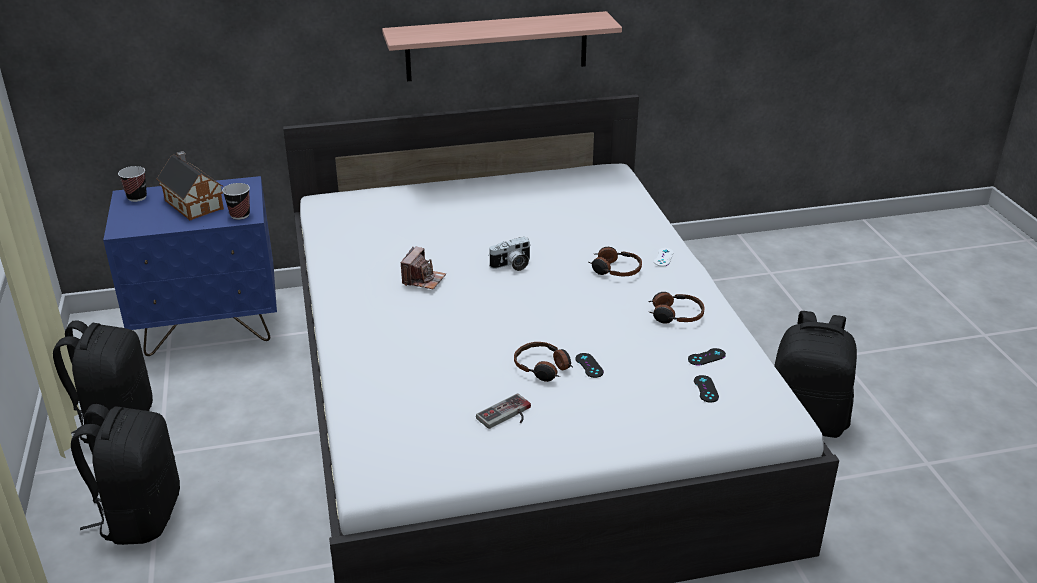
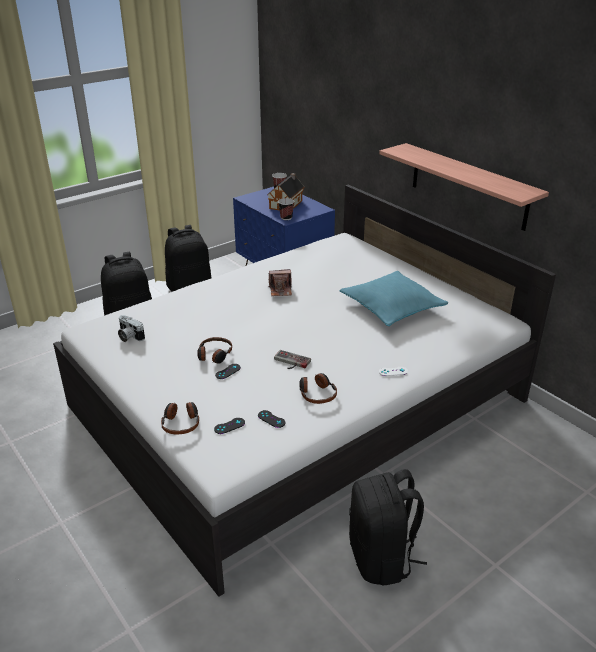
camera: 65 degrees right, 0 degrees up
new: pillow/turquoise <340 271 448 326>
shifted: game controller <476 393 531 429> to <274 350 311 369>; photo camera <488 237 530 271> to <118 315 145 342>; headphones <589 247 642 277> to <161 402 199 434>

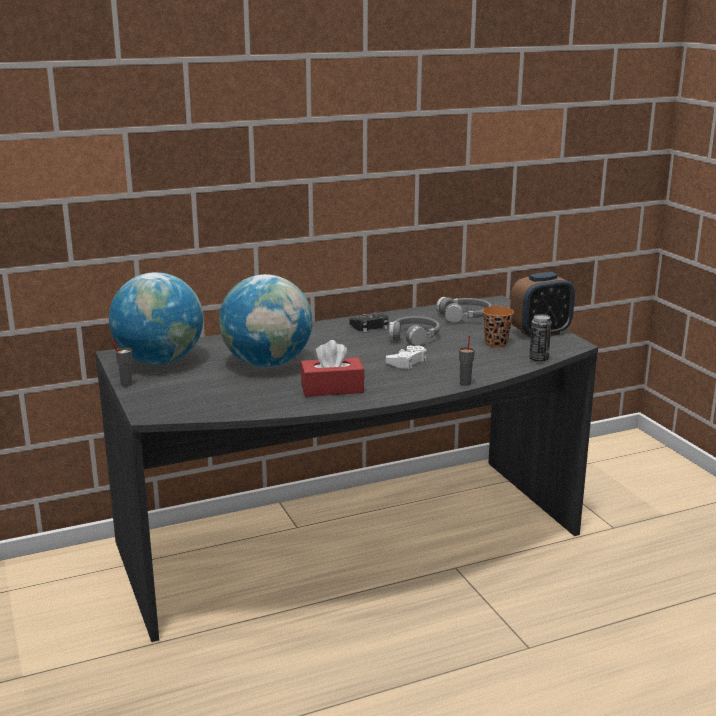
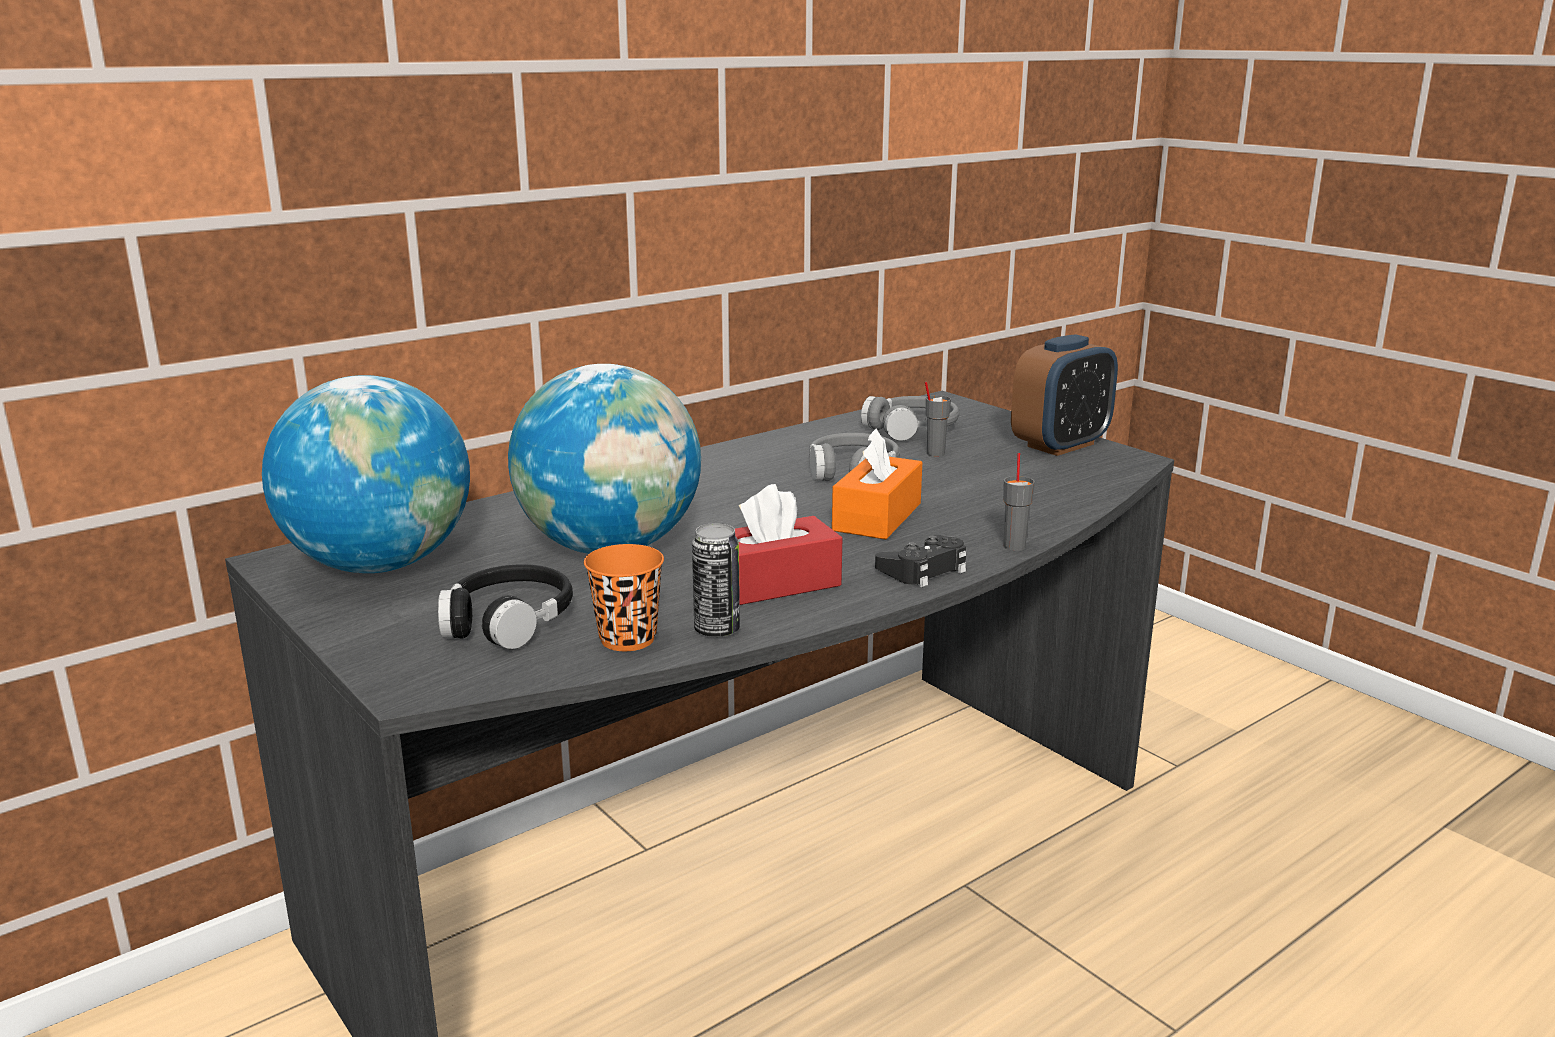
camera: 15 degrees left, 0 degrees up
new: headphones/black <438 564 573 649>
shifted: cup/grey <112 340 132 387> to <925 382 951 457>; game controller/black <349 313 388 332> to <875 535 967 587>; cup/orange <482 306 514 347> to <584 544 664 651>; can <529 314 551 362> to <692 523 740 637>
swapped: game controller/white <386 346 427 370> to tissue box/orange <832 429 922 540>

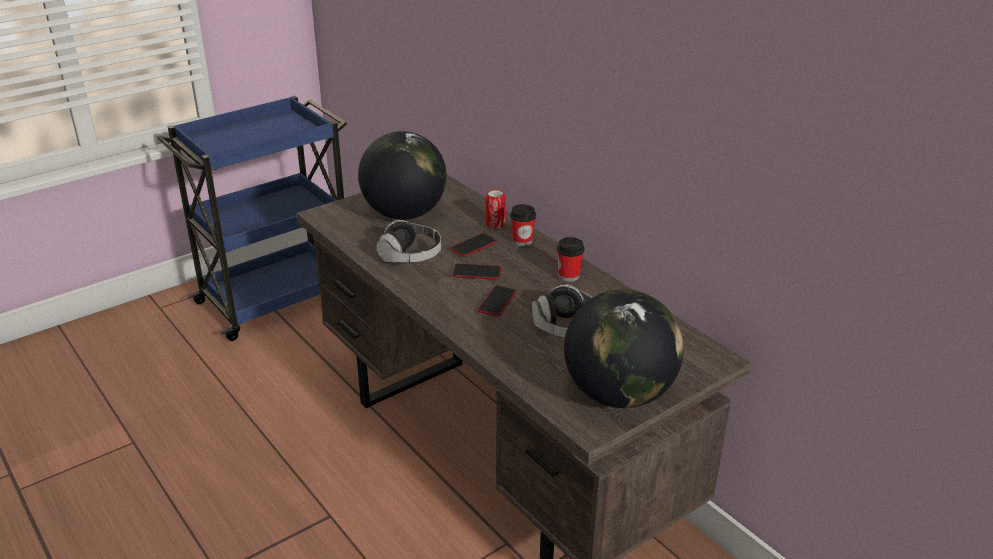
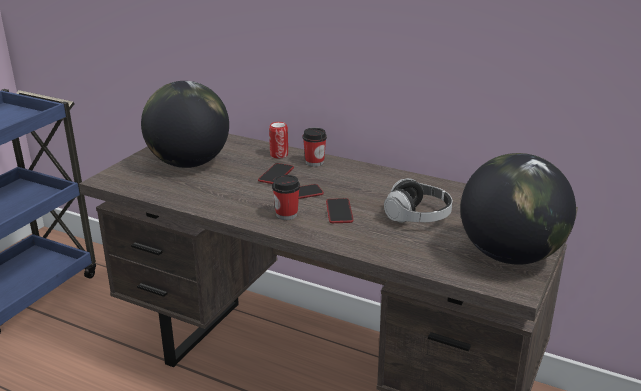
camera: 25 degrees left, 5 degrees down
gone: headphones <377 220 441 263>
shifted: cup <557 237 584 282> to <272 175 300 220>

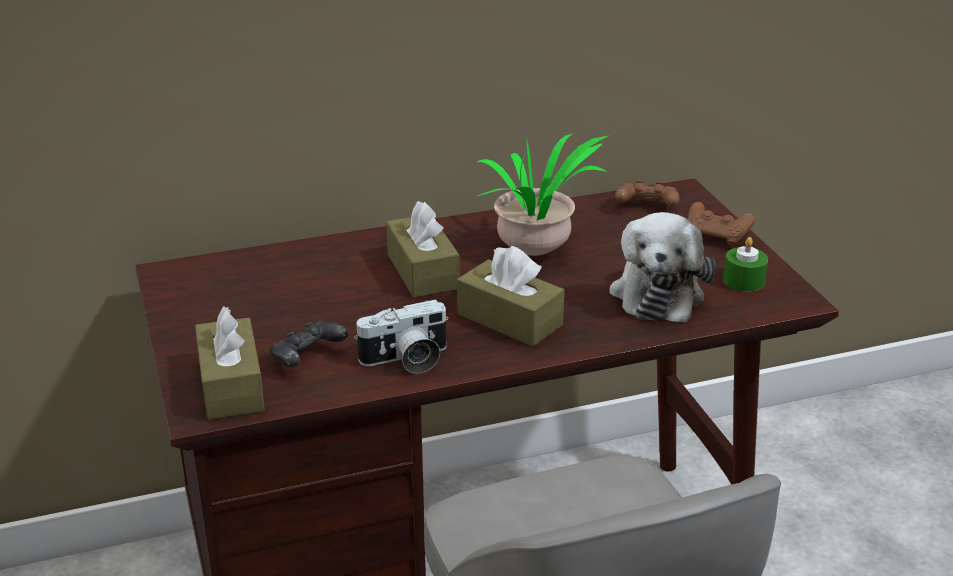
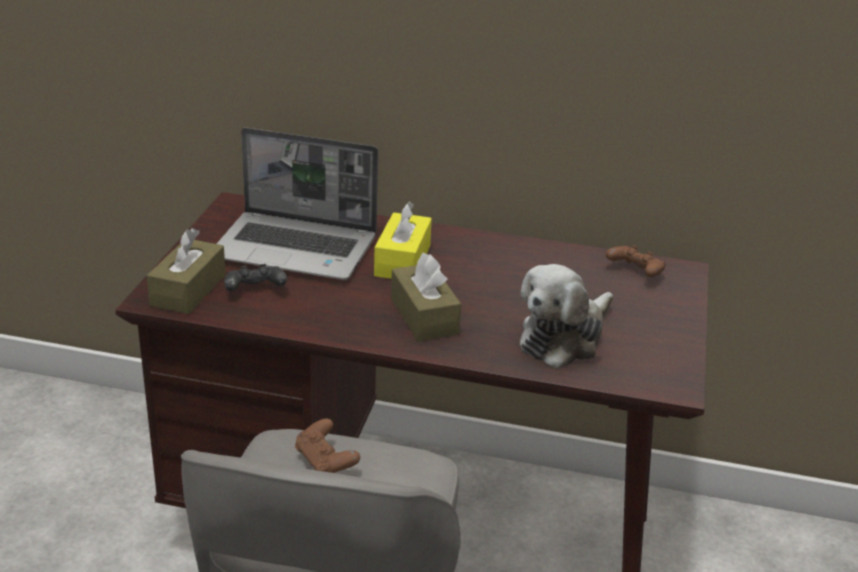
camera: 30 degrees right, 0 degrees up
gone: photo camera <354 299 449 374>; potted plant <476 134 609 256>; candle/green <723 237 768 291>
new: laptop <217 127 378 280>
shifted: game controller/brown <688 202 755 247> to <295 418 360 473>
repainted: tissue box/brown <386 201 460 297> to tissue box/yellow <374 202 432 279>

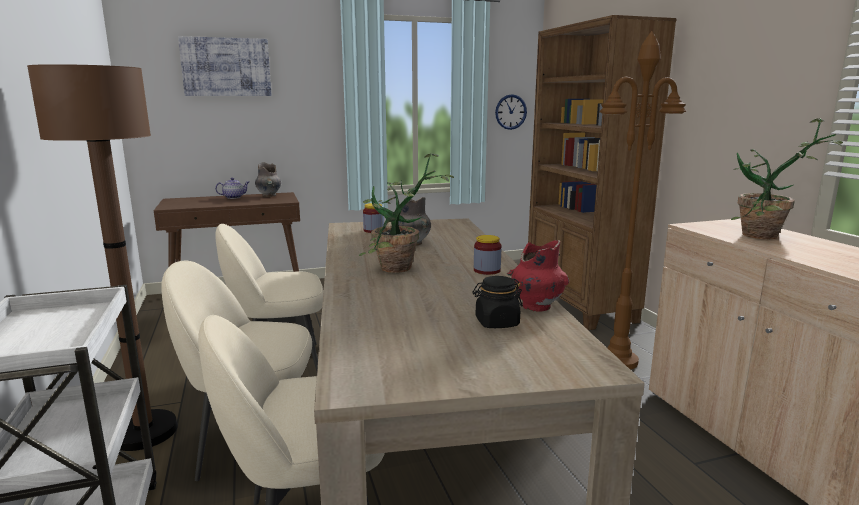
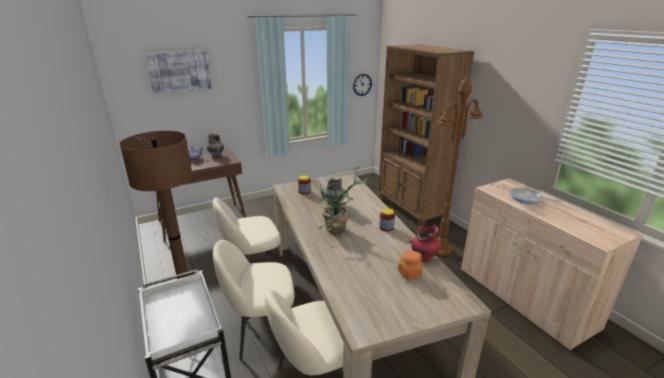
camera: 10 degrees left, 10 degrees up
swapped: potted plant <731 118 843 239> to frying pan <510 188 561 204>
repainted: jar/black <472 276 523 328> to jar/orange <398 250 423 280>

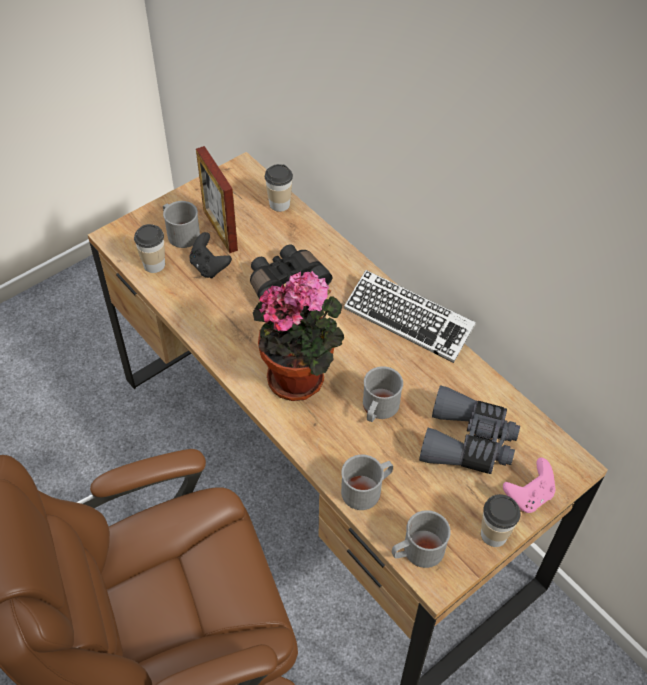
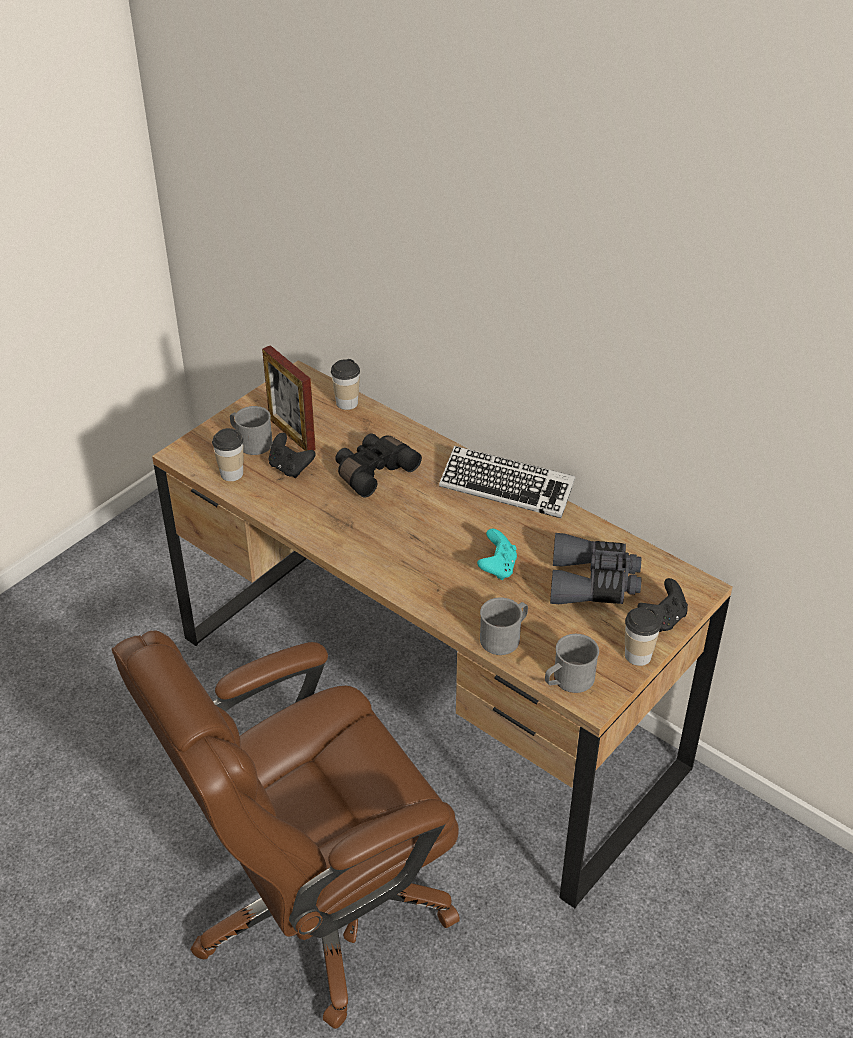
camera: 10 degrees left, 10 degrees down
gone: potted plant <253 271 344 401>
swapped: mug/grey <363 366 403 422> to game controller/turquoise <477 529 517 580>
repainted: game controller/pink <503 458 556 513> to game controller/black <637 578 688 632>

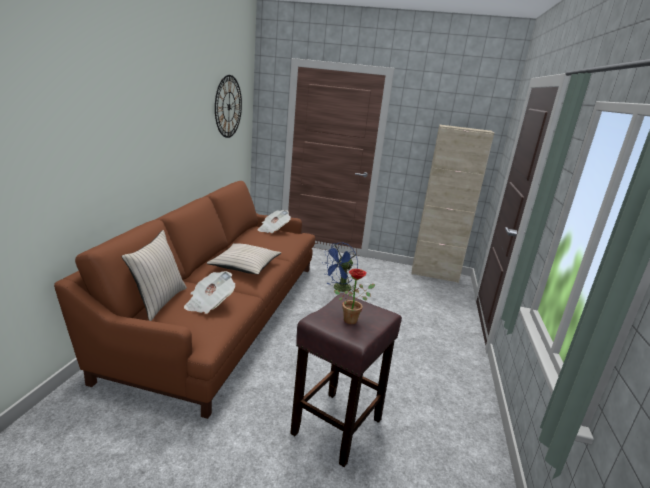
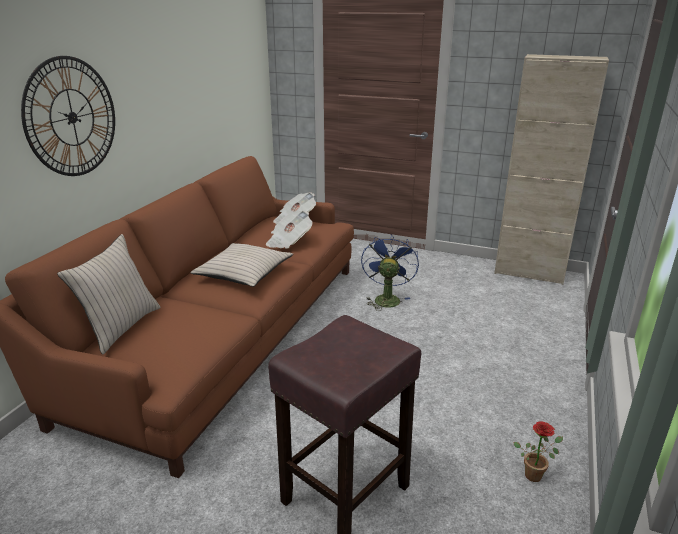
camera: 10 degrees right, 5 degrees up
shifted: newspaper <184 271 235 314> to <266 211 313 249>; wall clock <215 75 242 138> to <21 56 115 176>; potted plant <334 269 375 324> to <513 422 563 482>
rotated: fan/blue <322 243 358 295> = <361 234 419 311> 135 degrees clockwise

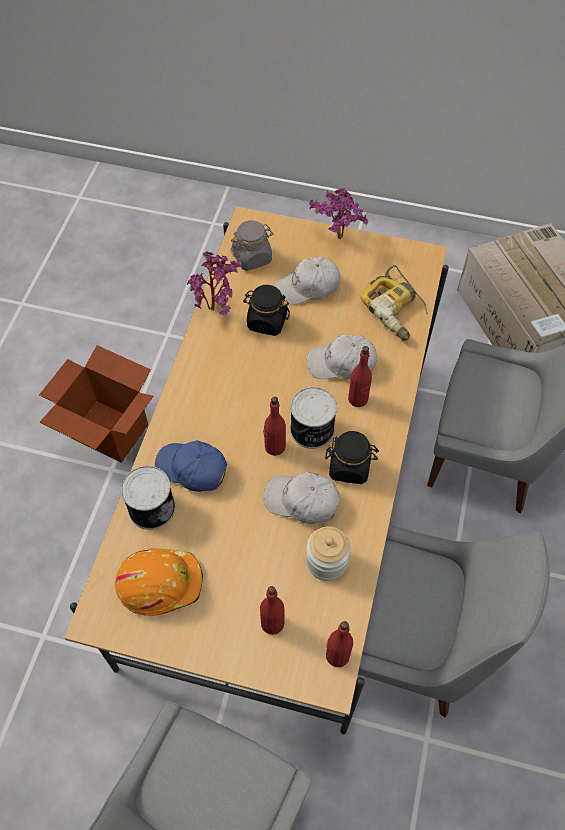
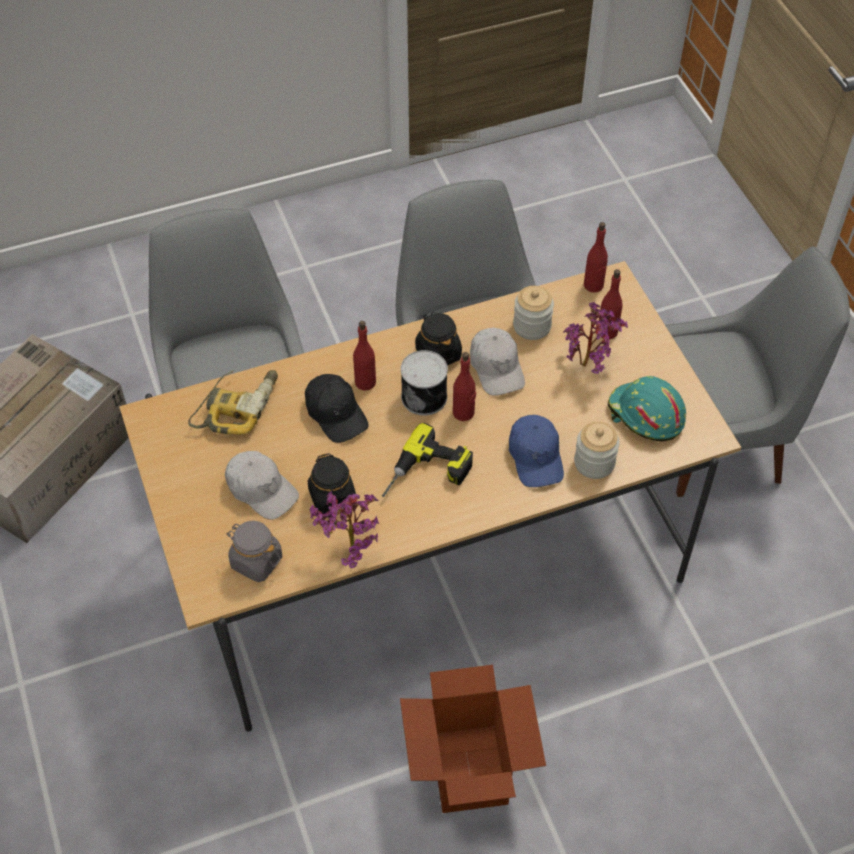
camera: 125 degrees left, 5 degrees down
new: power drill <382 423 473 497>
shifted: potted plant <309 188 368 239> to <563 302 628 374>
swapped: can <121 466 175 530> to jar <574 422 620 479>
repainted: hard hat/orange <115 548 203 616> to hard hat/turquoise <608 376 686 441>; cap/white <307 334 377 379> to cap/black <305 374 369 443>

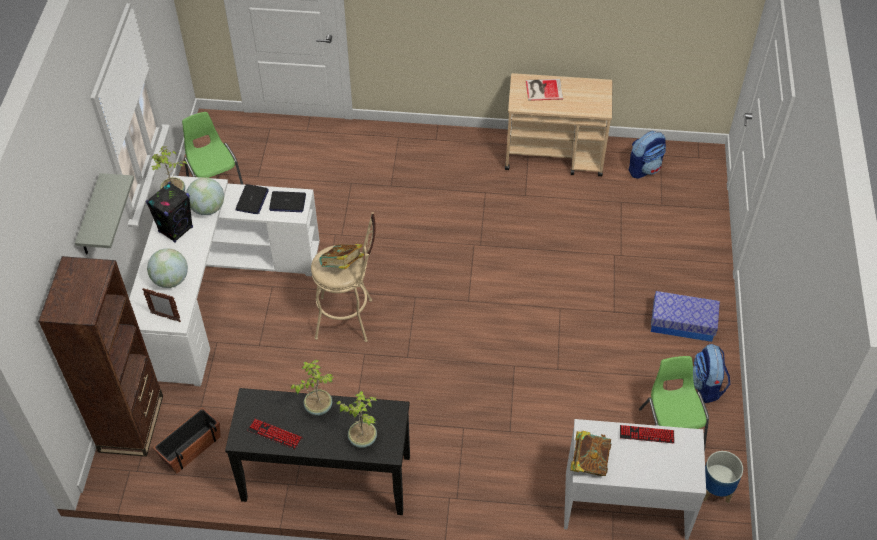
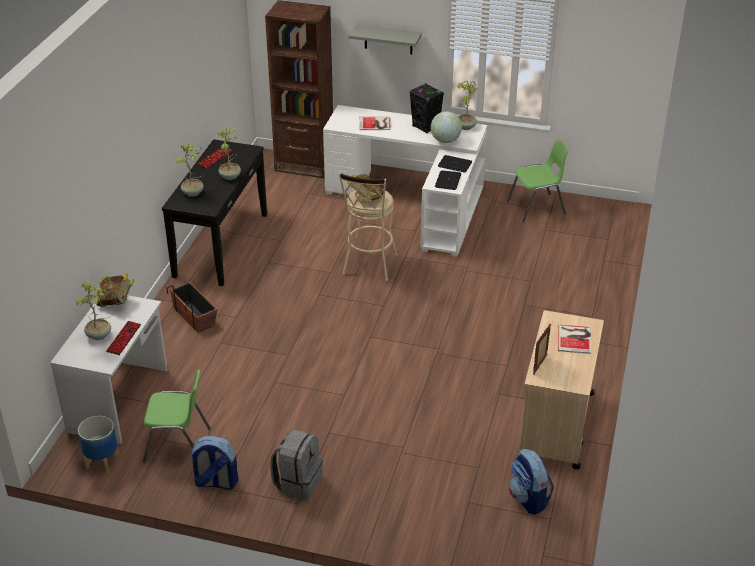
camera: 100 degrees right, 15 degrees down
new: potted plant <75 281 111 340>
shifted: picture frame <142 288 181 322> to <533 324 551 375>; planter <153 407 221 474> to <166 282 218 333>
swapped: globe <147 248 188 288> to book <359 117 391 130>; storage box <651 291 720 342> to backpack/grey <270 429 323 500>

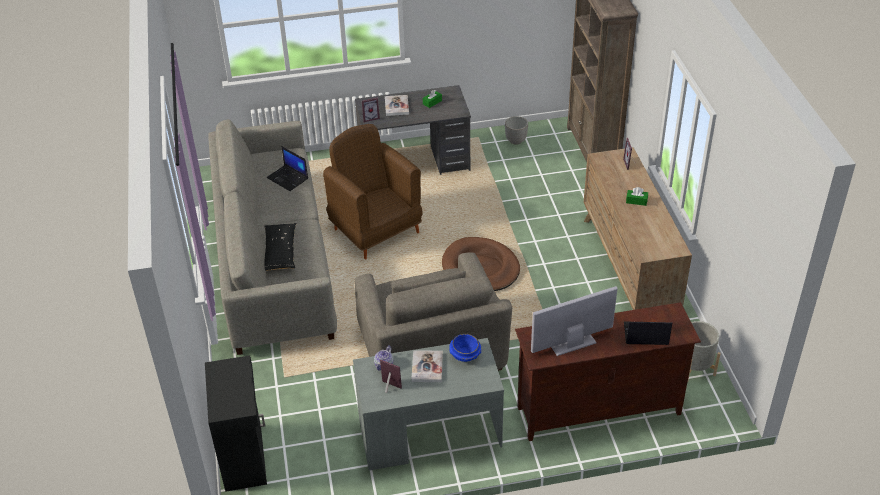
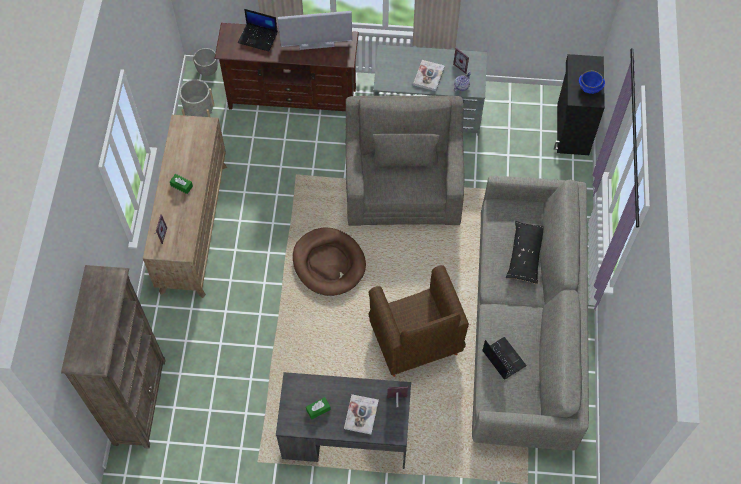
camera: 165 degrees left, 20 degrees up
shifted: bowl/blue <449 334 481 362> to <579 70 605 94>; planter <505 116 528 145> to <193 48 218 76>

